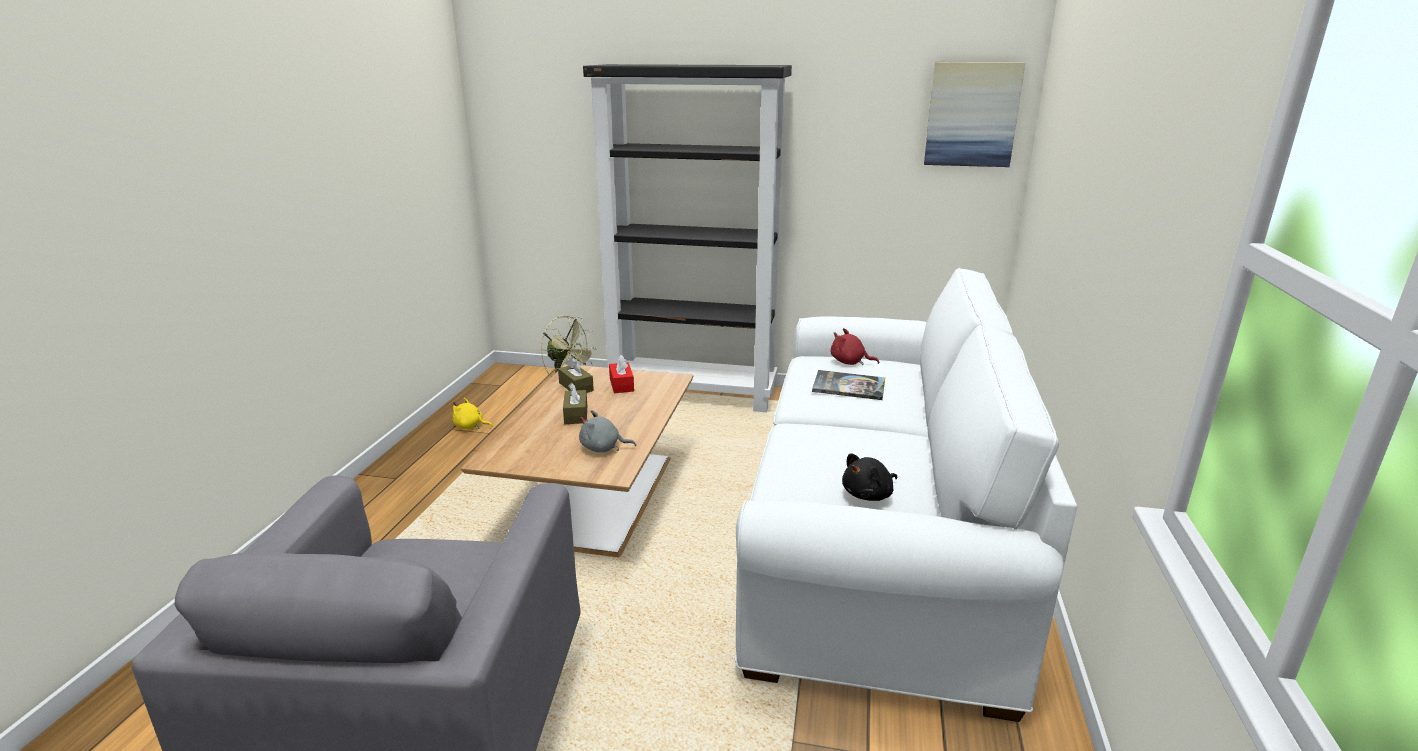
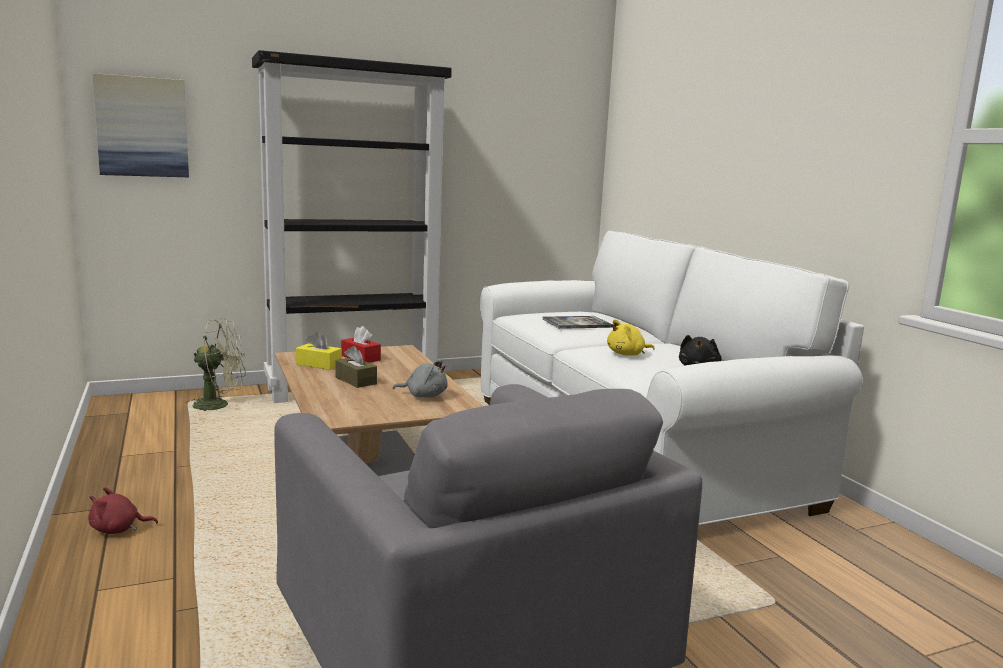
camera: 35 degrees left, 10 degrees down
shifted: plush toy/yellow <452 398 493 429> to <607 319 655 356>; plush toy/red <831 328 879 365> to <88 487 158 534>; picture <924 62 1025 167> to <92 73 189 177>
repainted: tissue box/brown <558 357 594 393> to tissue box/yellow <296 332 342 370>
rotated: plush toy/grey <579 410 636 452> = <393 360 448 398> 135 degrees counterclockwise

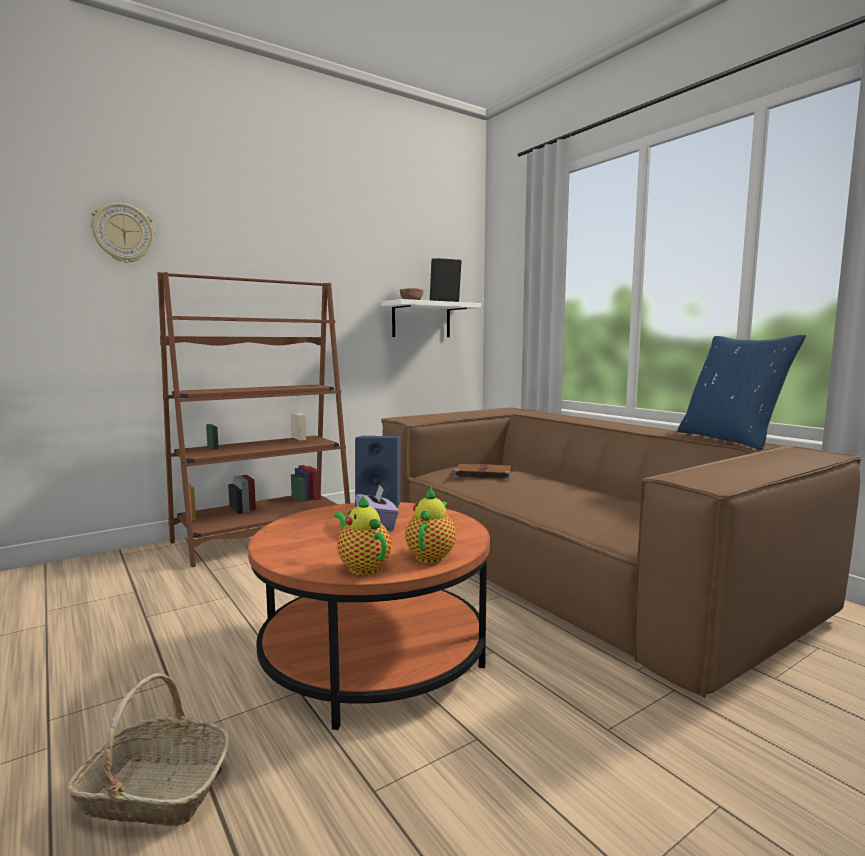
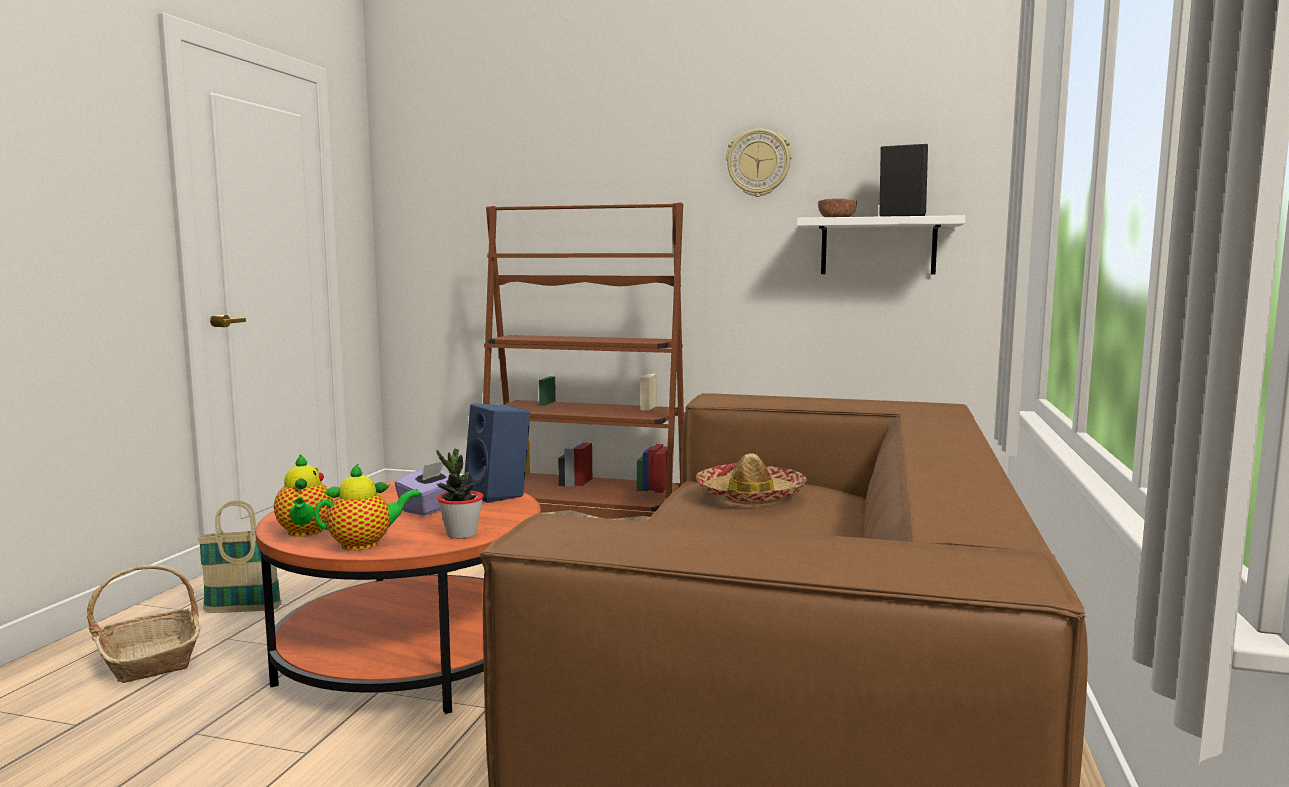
camera: 50 degrees right, 0 degrees up
gone: pillow/blue <677 335 806 450>
new: basket <197 501 282 613>; potted plant <437 449 484 539>
shifted: wall clock <90 203 155 263> to <726 129 792 197>
swapped: book/brown <451 464 512 479> to hat <696 453 807 504>
rotated: teapot <334 495 391 575> = <274 454 333 537> 150 degrees clockwise

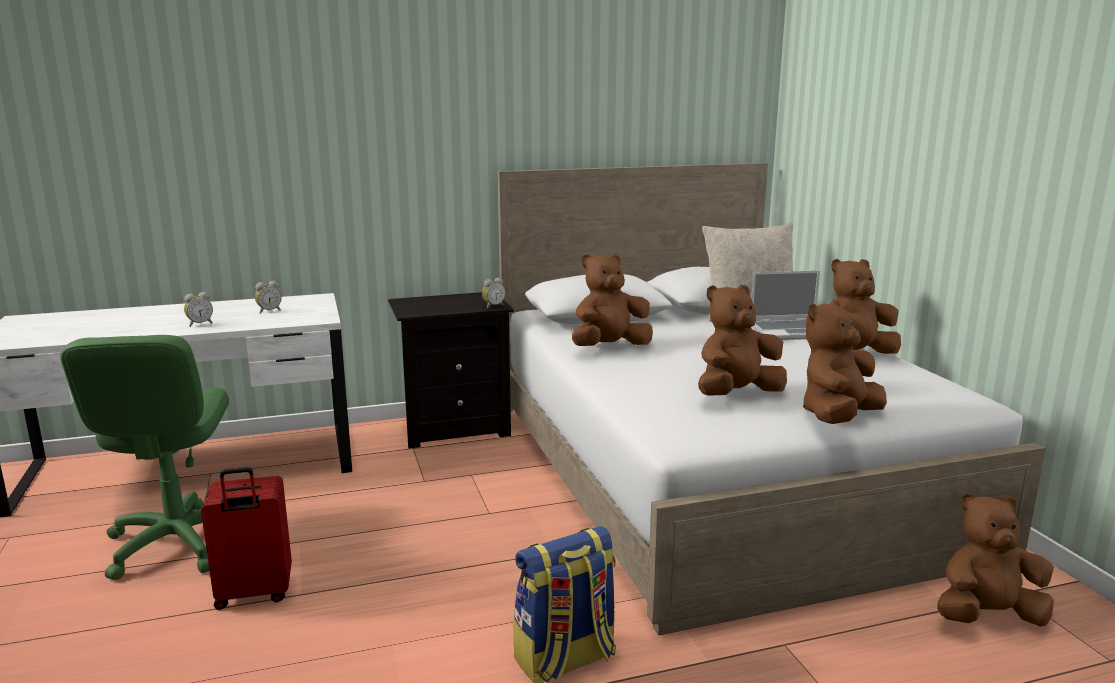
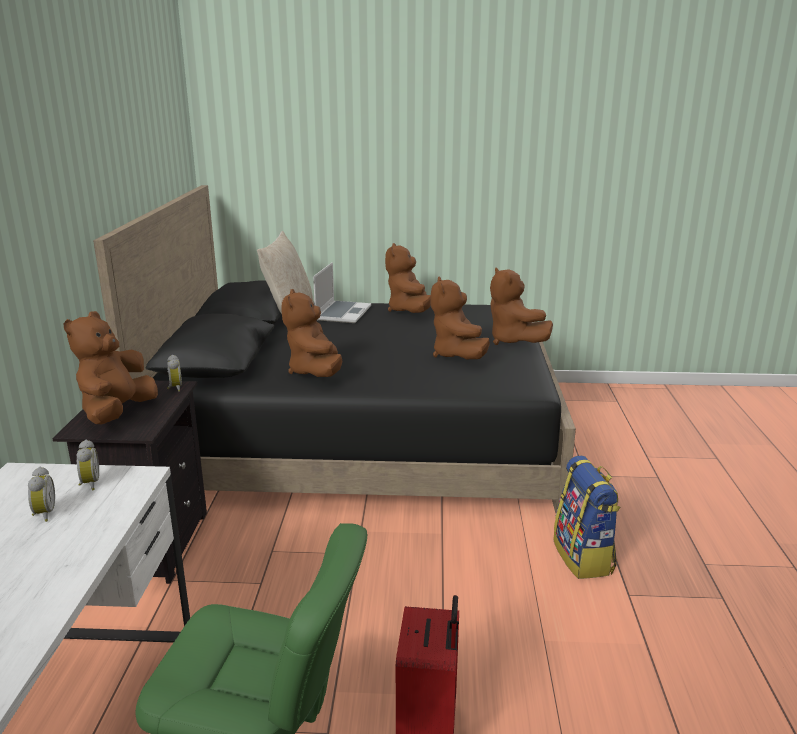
camera: 70 degrees left, 5 degrees up
shifted: alarm clock <184 292 213 327> to <77 440 99 491>; plush toy/brown <937 493 1054 627> to <63 311 158 424>
repainted: bed/white <498 163 1046 635> to bed/black <93 185 576 513>

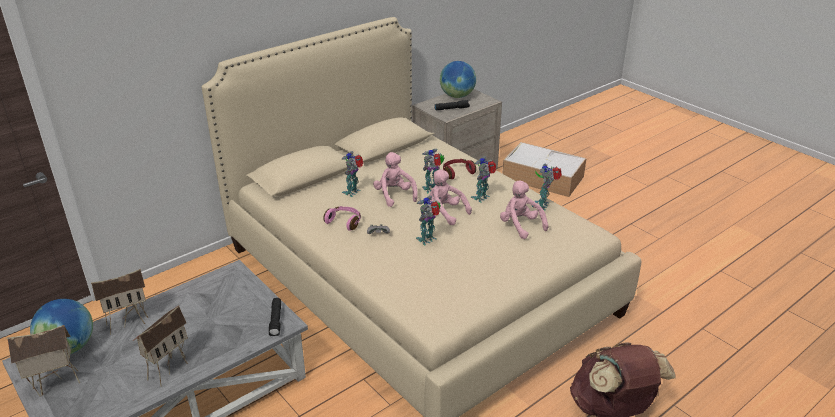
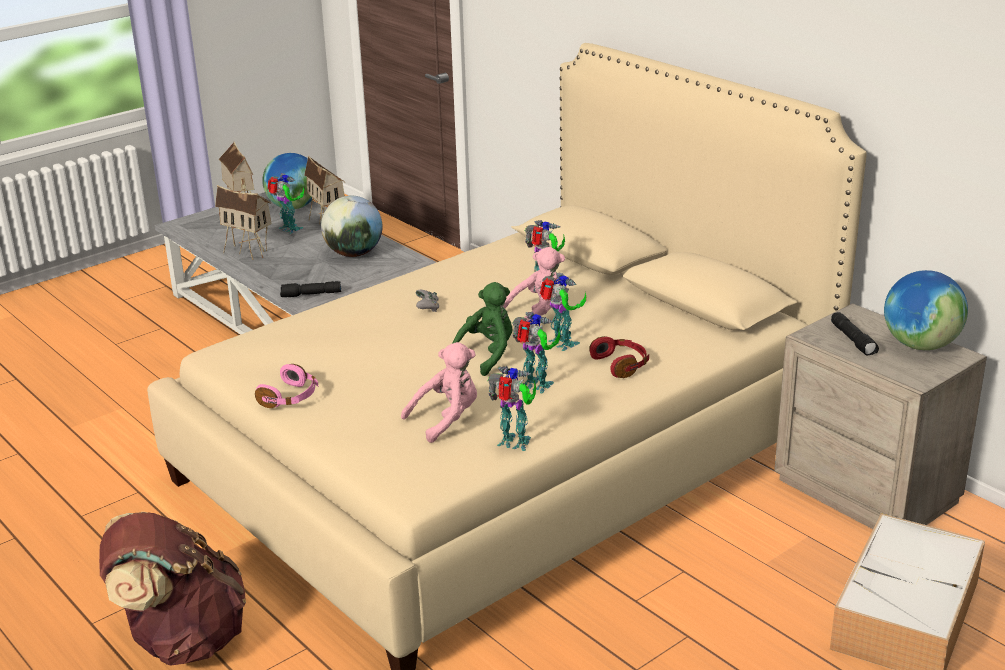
camera: 90 degrees right, 5 degrees down
new: globe <321 196 383 257>
shifted: headphones/pink <323 206 361 231> to <255 364 318 408>; toy robot <416 196 441 245> to <268 173 304 234>
repainted: plush toy/pink <429 169 472 225> to plush toy/green <453 282 512 376>

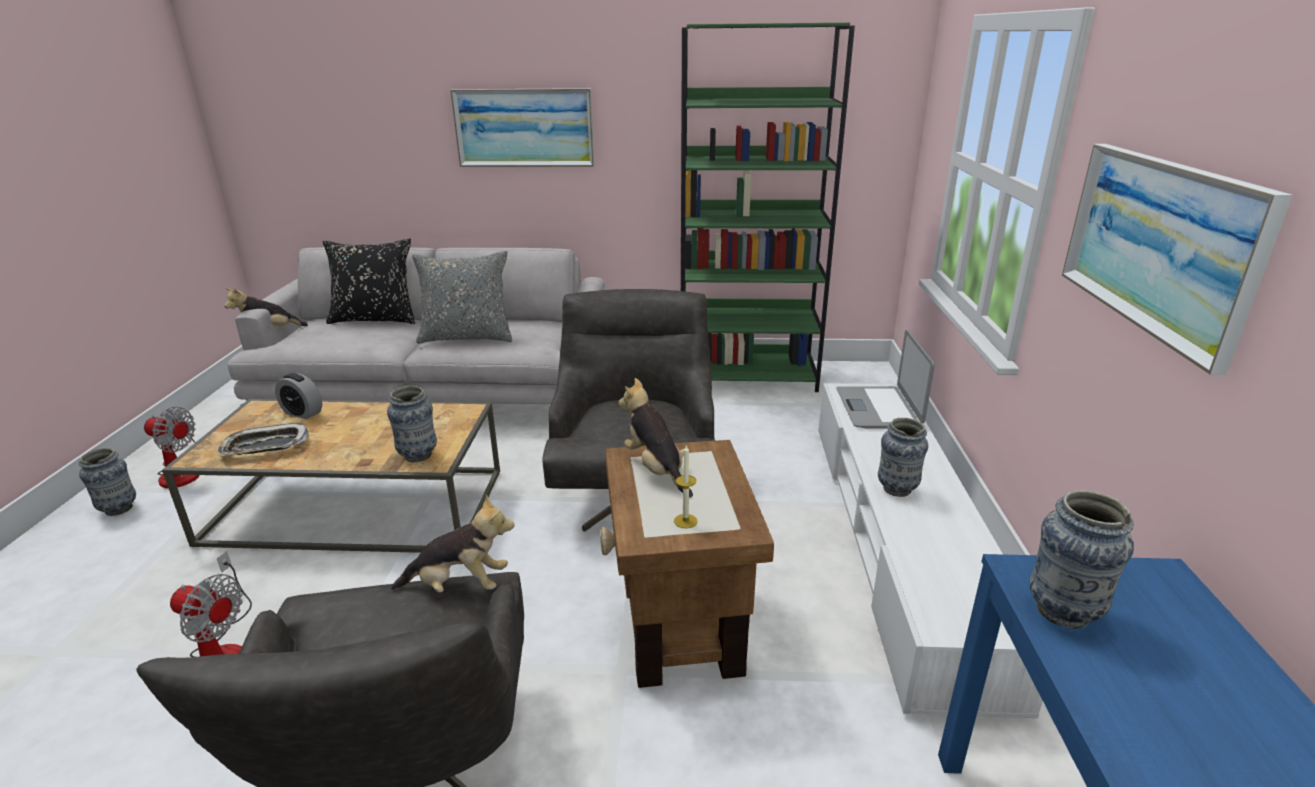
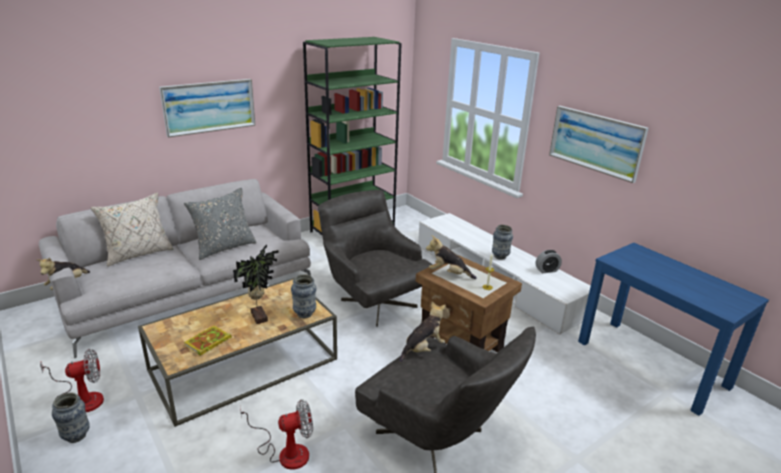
camera: 40 degrees left, 0 degrees up
gone: laptop <837 330 935 429>; vase <1029 490 1134 629>
new: potted plant <233 245 279 324>
shifted: alarm clock <275 373 323 419> to <536 250 562 273>
swapped: tray <217 423 309 456> to book <184 326 232 356>
repainted: pillow/black <323 239 415 324> to pillow/beige <91 193 174 267>

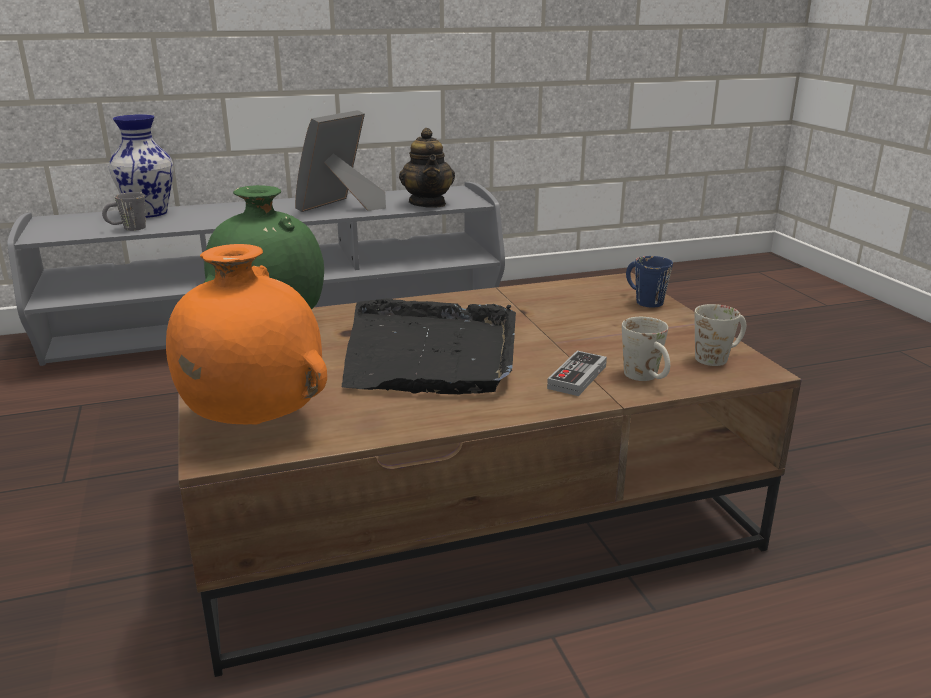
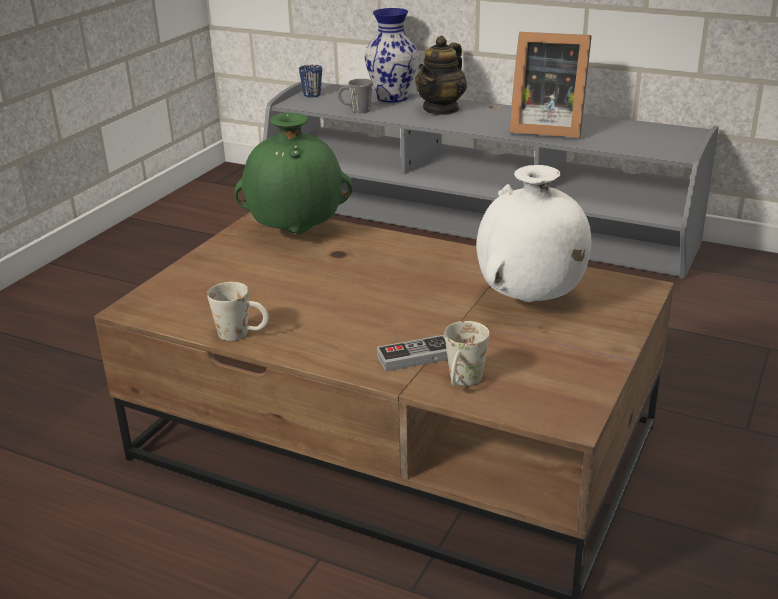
camera: 45 degrees right, 5 degrees up
gone: vase/orange <166 244 327 425>; tray/black <341 299 516 394>
new: vase/white <476 165 591 302>
shifted: teapot <399 128 455 208> to <415 36 467 115>; mug/blue <626 256 673 308> to <299 65 322 97>; mug/white <694 304 746 366> to <207 282 269 341>
rotated: picture frame <295 110 386 212> = <510 32 592 138> 150 degrees counterclockwise

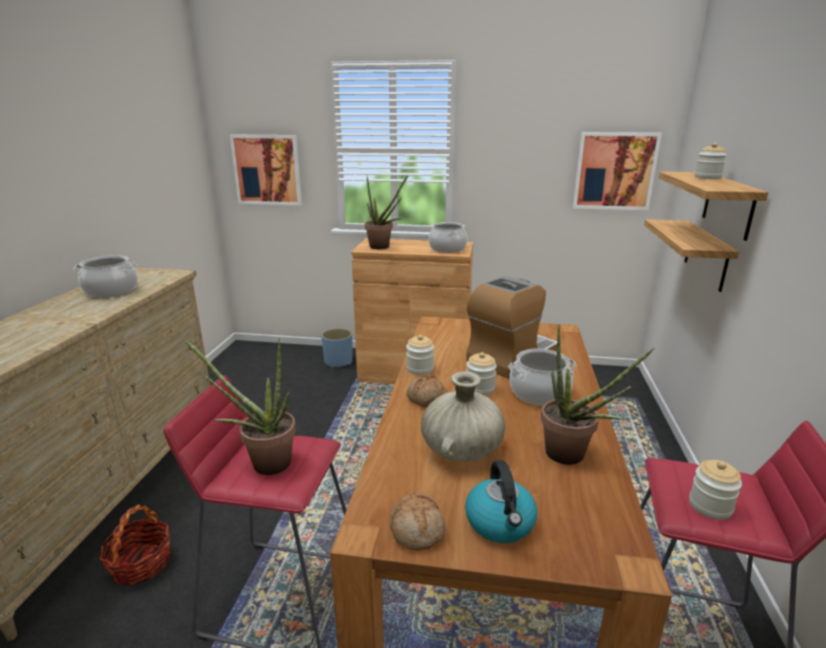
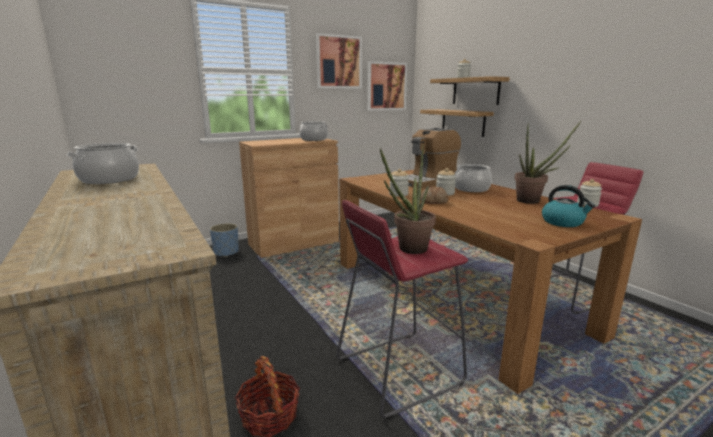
camera: 40 degrees left, 5 degrees down
gone: potted plant <365 175 408 249>; bread <390 493 446 550>; vase/beige <421 371 505 461>
shifted: picture <230 135 302 205> to <316 33 362 89>
rotated: coffee machine <466 276 557 379> = <407 128 461 189> 135 degrees counterclockwise

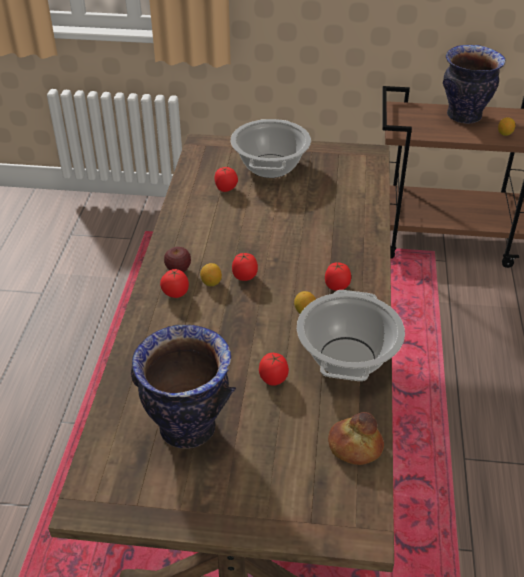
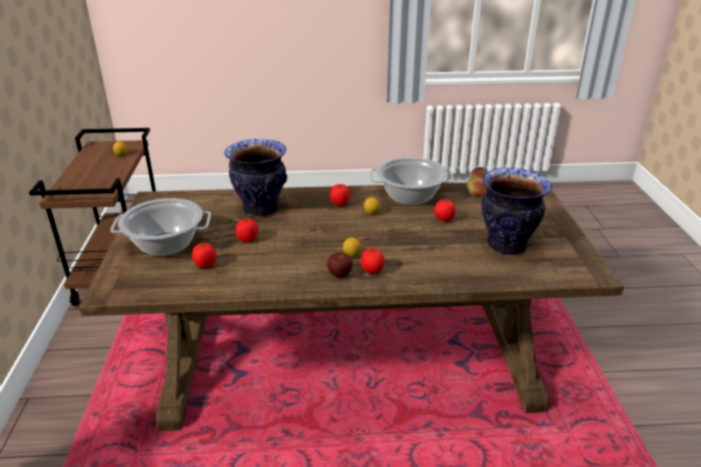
camera: 100 degrees left, 10 degrees down
shifted: tomato <232 253 258 281> to <236 218 258 242>; vase <443 45 506 124> to <224 139 287 217>

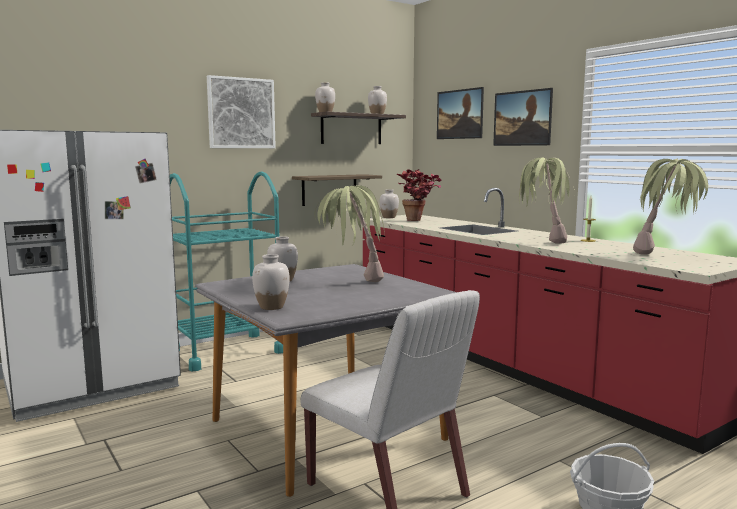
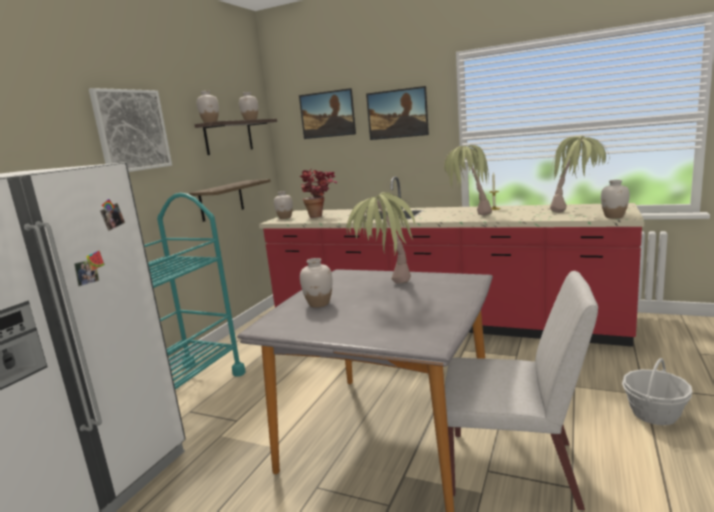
camera: 30 degrees left, 5 degrees up
shifted: vase/white <252 254 290 310> to <601 180 630 218>

